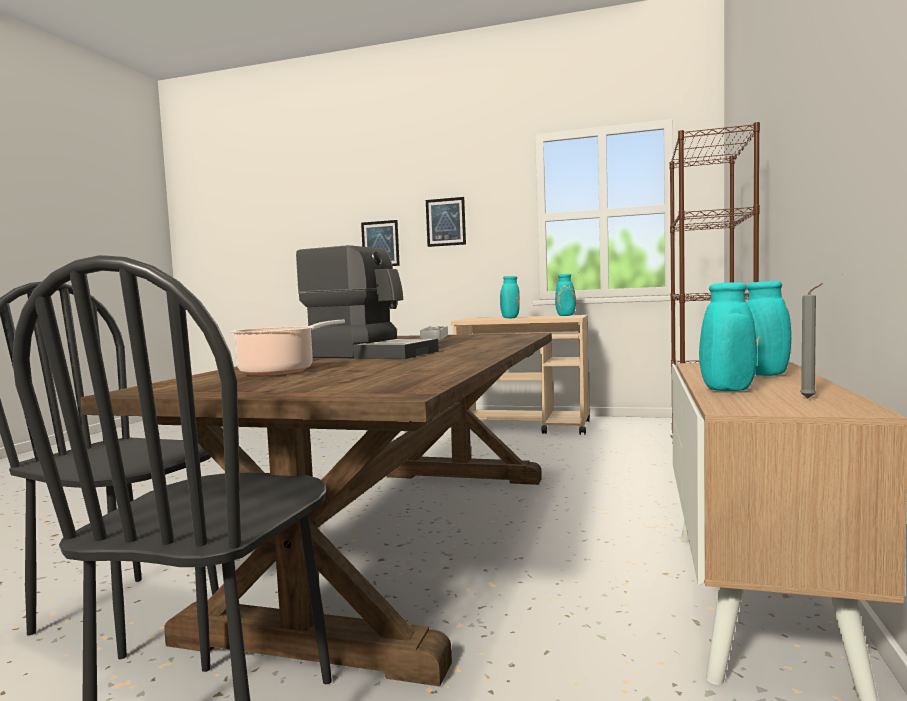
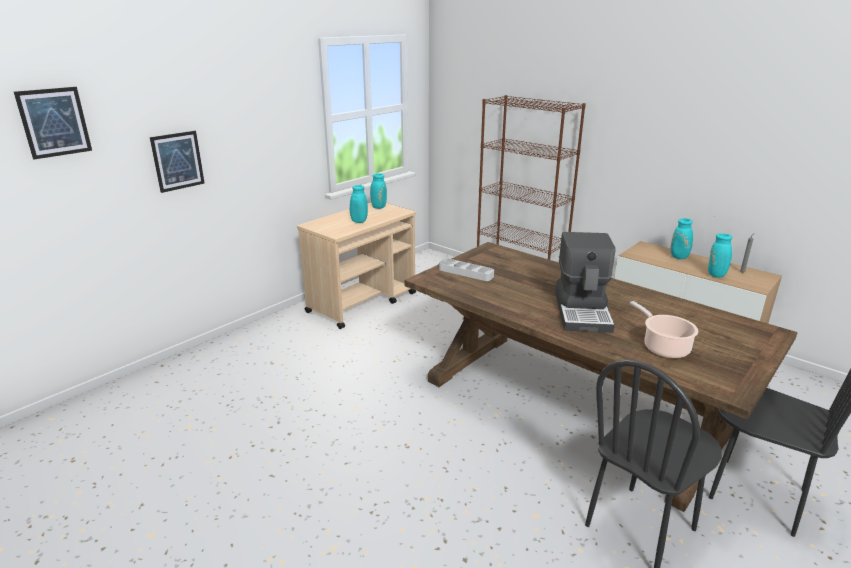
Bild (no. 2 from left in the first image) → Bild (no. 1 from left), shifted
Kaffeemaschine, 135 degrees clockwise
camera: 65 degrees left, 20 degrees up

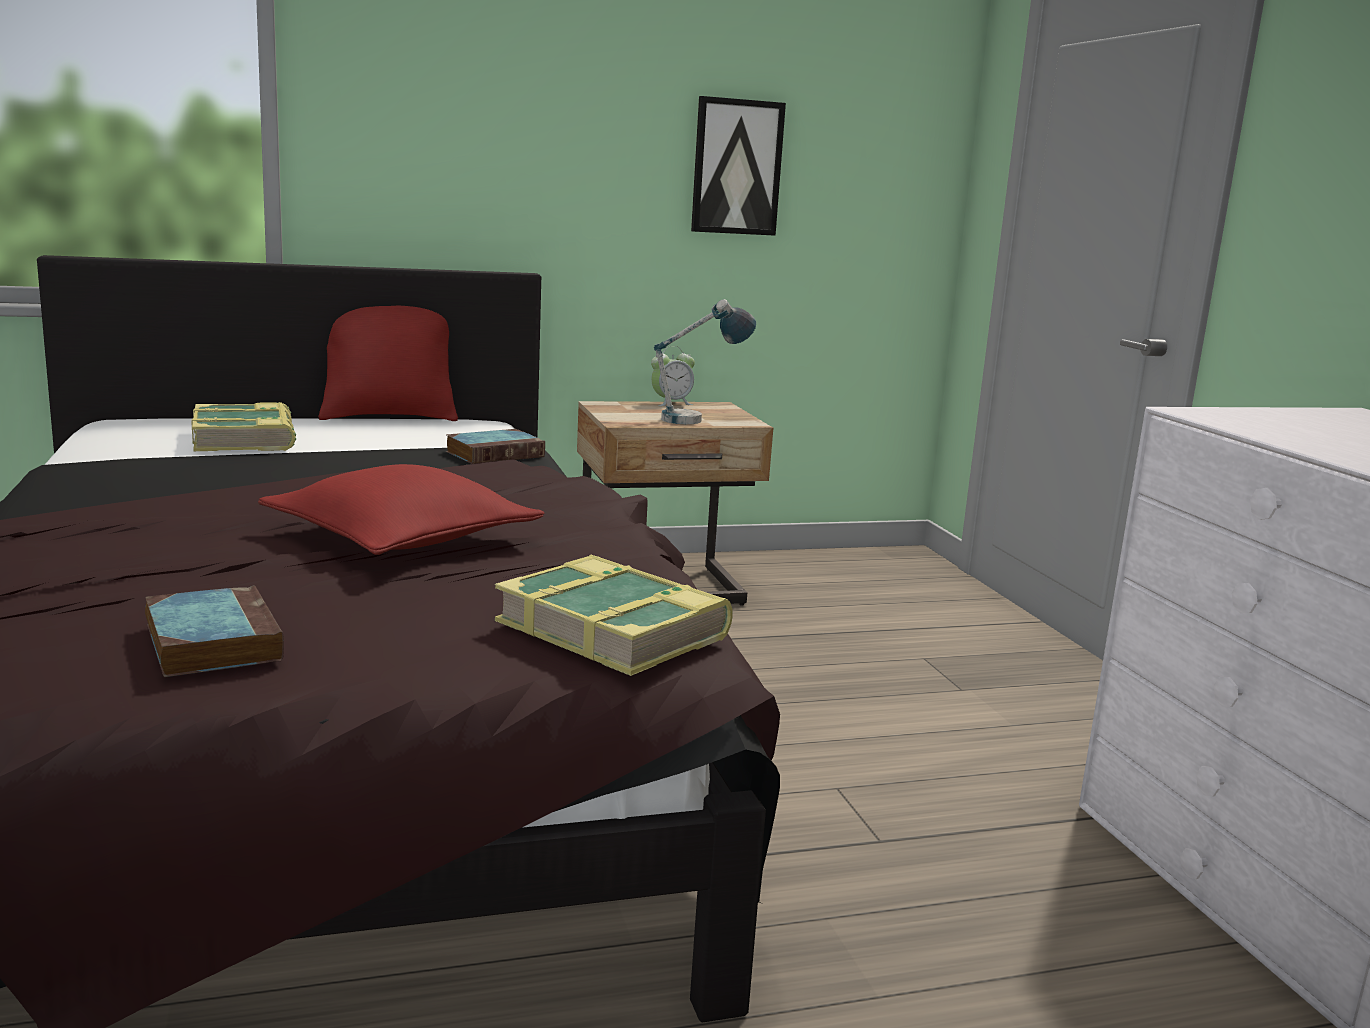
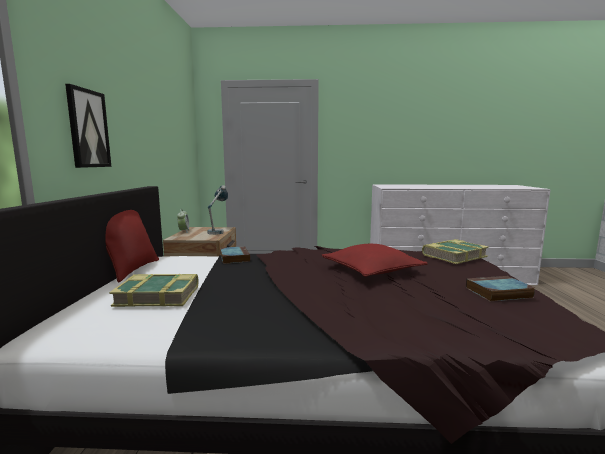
Bild, shifted
camera: 70 degrees left, 5 degrees down

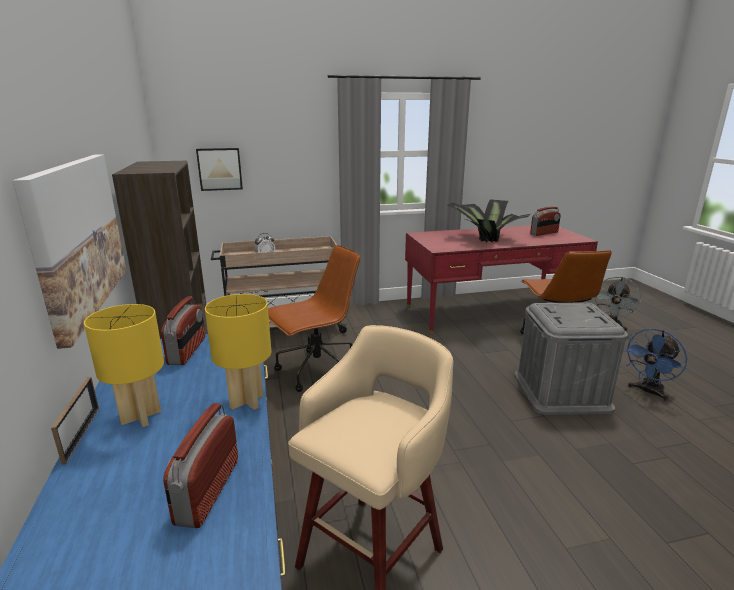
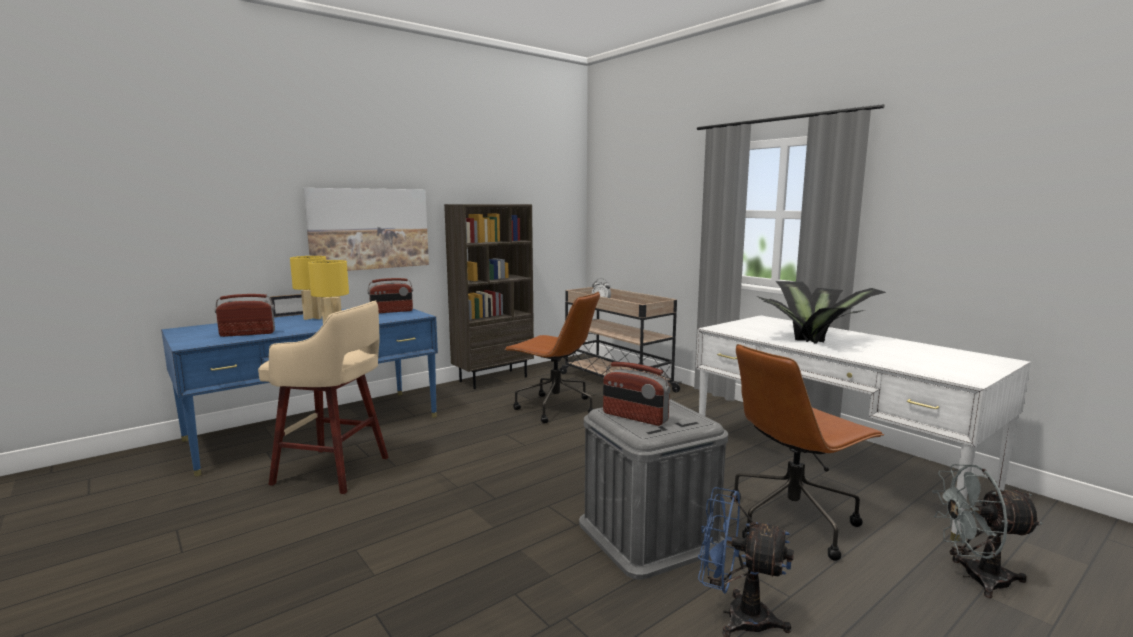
Bild (no. 2 from left) → -
Radio (no. 3 from left), shifted
Schreibtisch (rot) → Schreibtisch (weiß)
camera: 65 degrees right, 10 degrees down

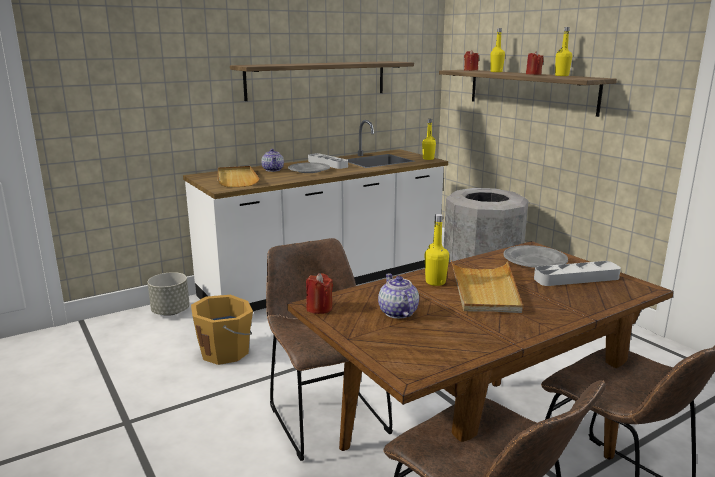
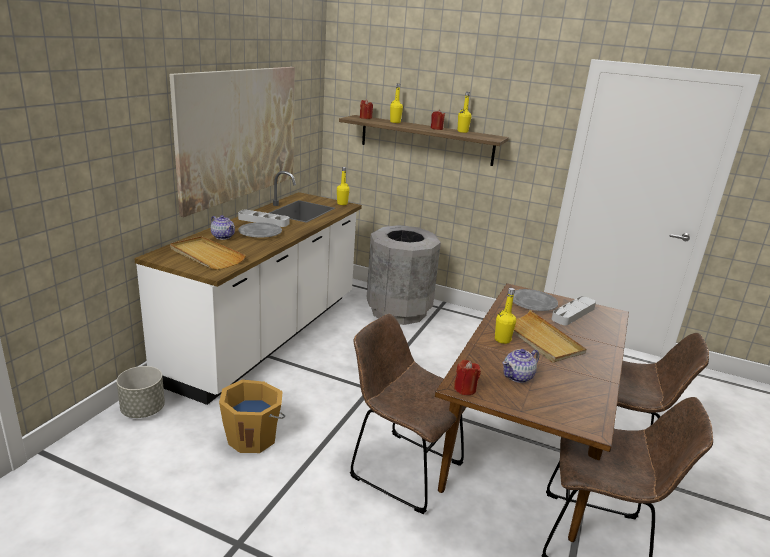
Wandregal (no. 1 from left) → Bild
Teekanne (no. 2 from left), 75 degrees counterclockwise
camera: 35 degrees left, 5 degrees up

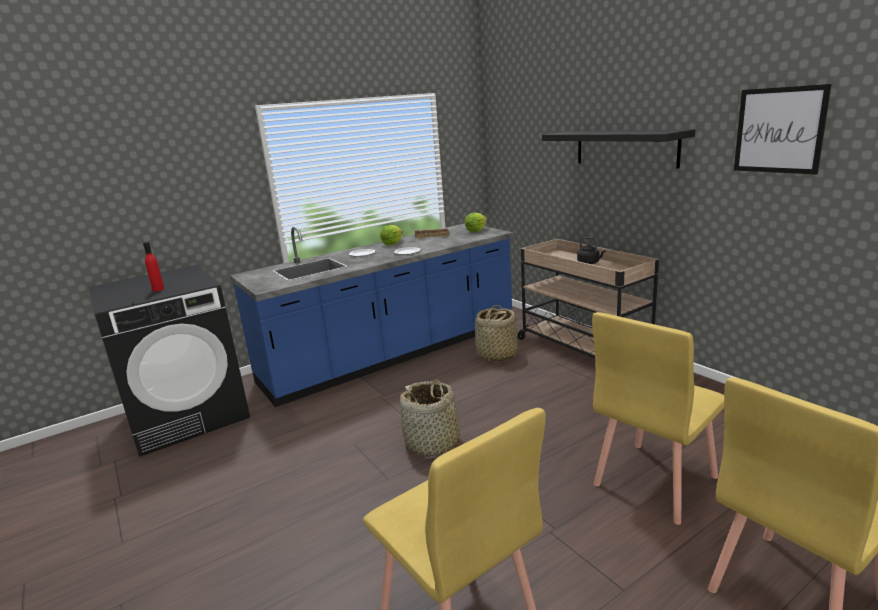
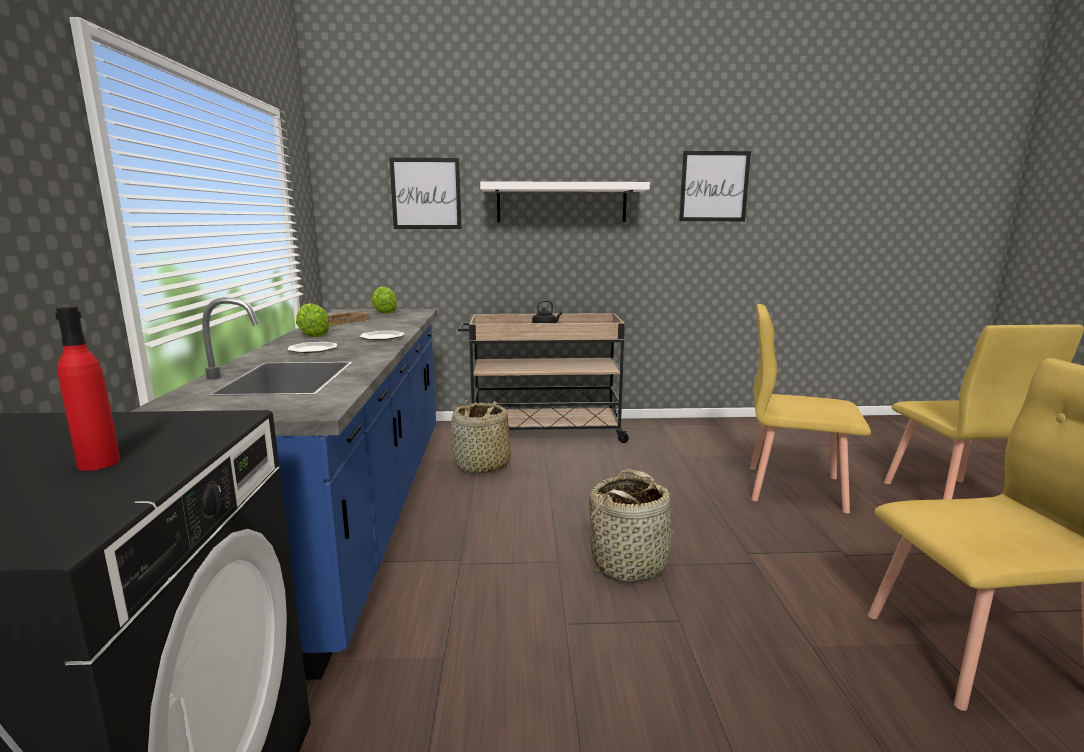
- → Bild (no. 1 from left)
Wandregal (schwarz) → Wandregal (weiß)
Stuhl (gelb) (no. 2 from left in the first image) → Stuhl (gelb) (no. 1 from left), 120 degrees clockwise
camera: 60 degrees left, 5 degrees down

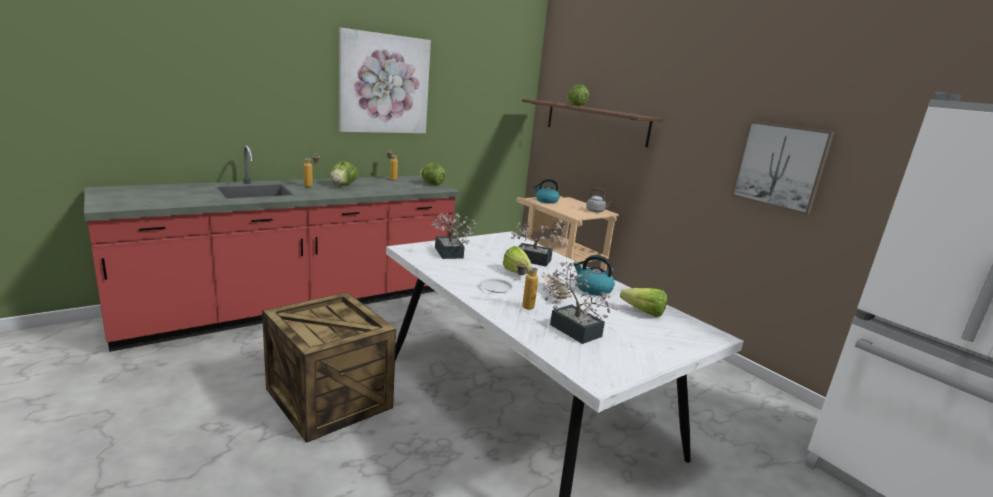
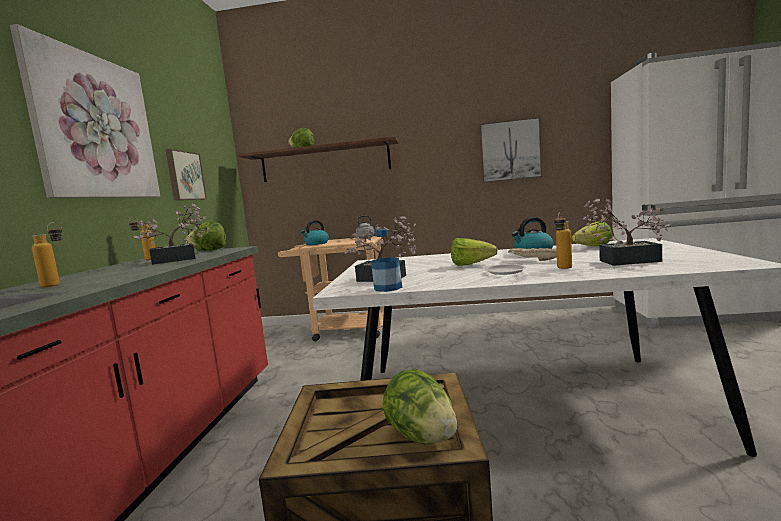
- → Bild (no. 2 from left)
- → Flasche (no. 3 from left)
Salatkopf (no. 1 from left in the first image) → Salatkopf (no. 3 from left), shifted
Topfpflanze (no. 2 from left in the first image) → Topfpflanze (no. 1 from left), shifted
camera: 45 degrees left, 10 degrees down

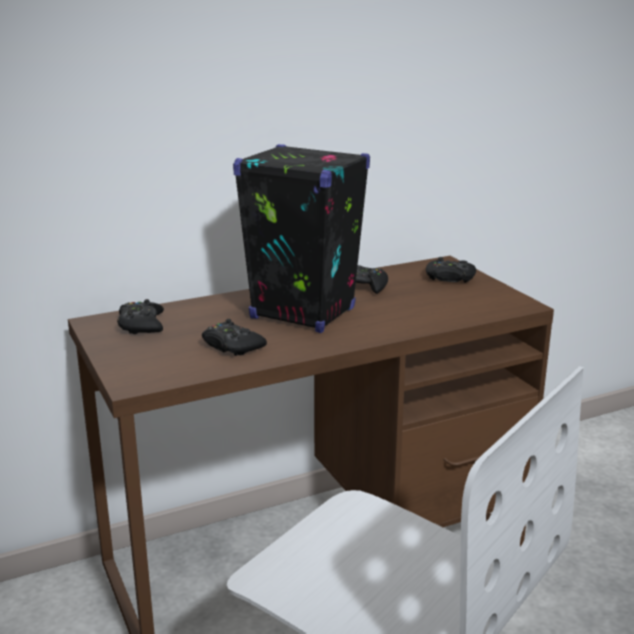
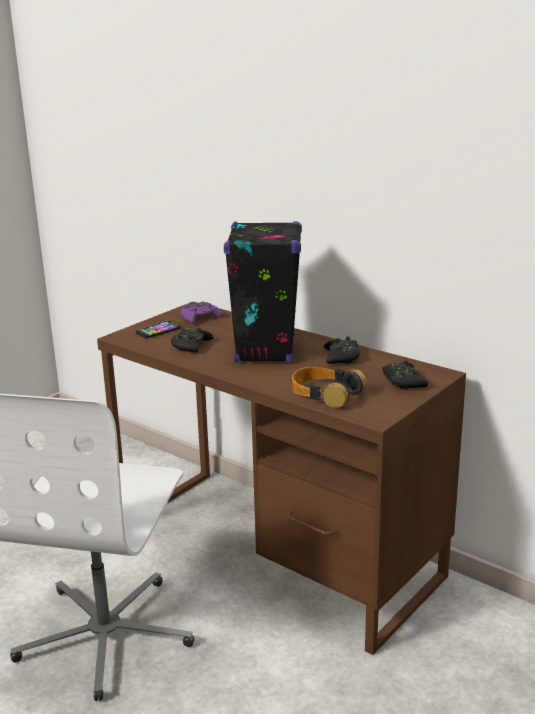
- → Handy
- → Kopfhörer
Gamepad (schwarz) (no. 1 from left) → Gamepad (lila)
camera: 65 degrees right, 0 degrees up

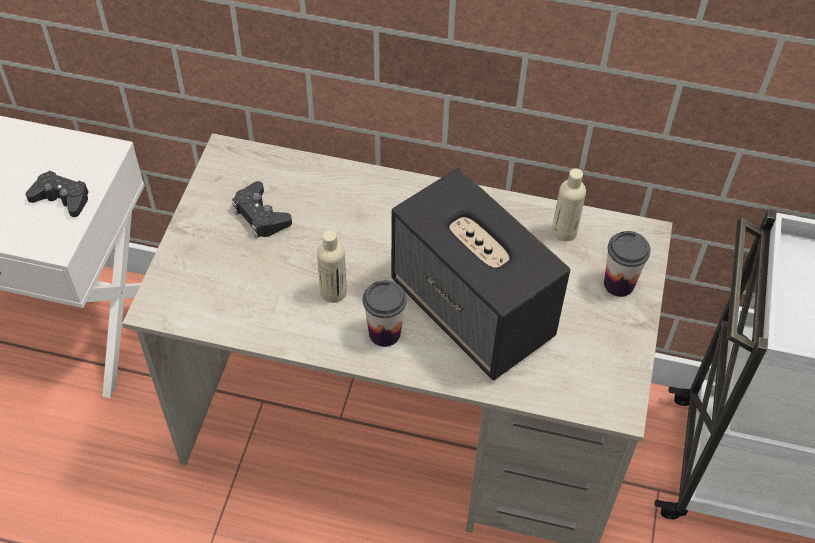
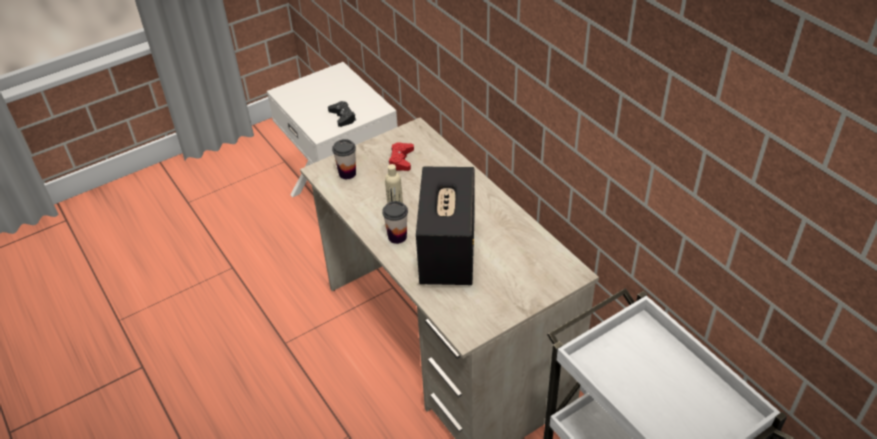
Flasche (beige) (no. 2 from left) → -
Tasse (no. 2 from left in the first image) → Tasse (no. 1 from left), shifted
Gamepad (schwarz) (no. 2 from left) → Gamepad (rot)
camera: 45 degrees right, 10 degrees down

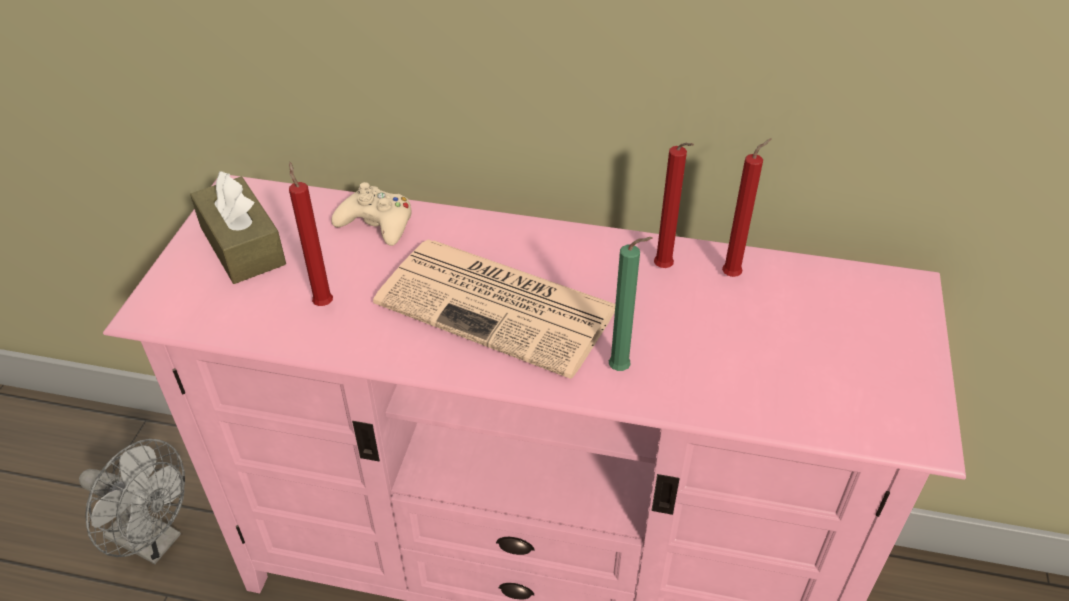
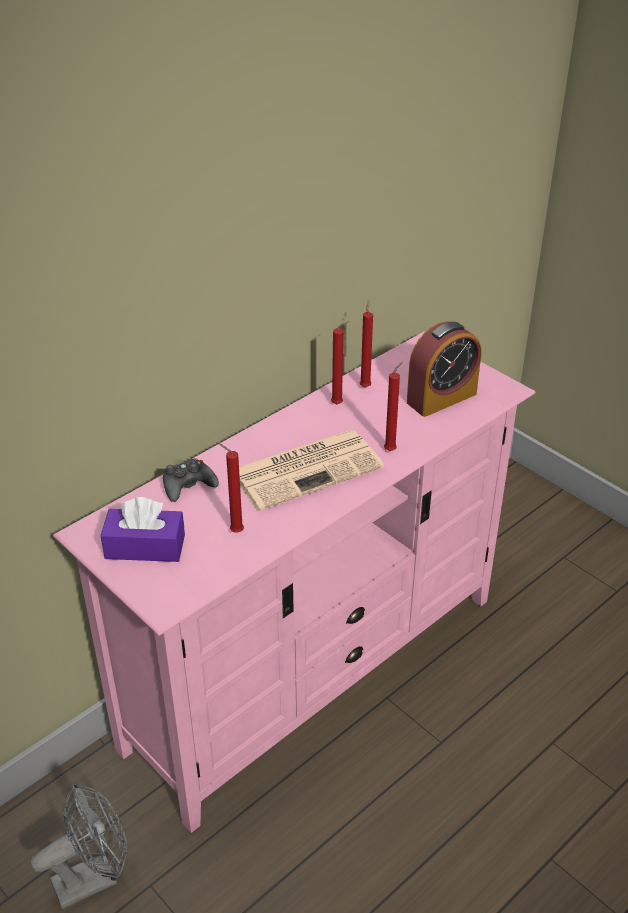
- → Wecker
Taschentuchbox (braun) → Taschentuchbox (lila)
Gamepad (beige) → Gamepad (schwarz)
Kerze (grün) → Kerze (rot) (no. 4 from left)
camera: 55 degrees left, 5 degrees down

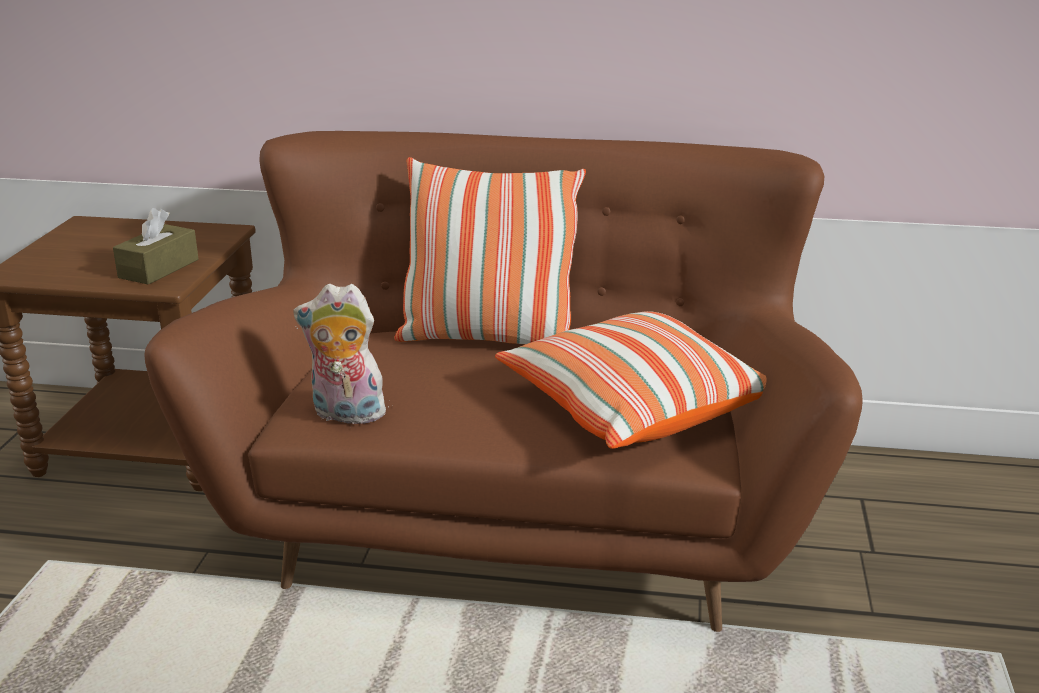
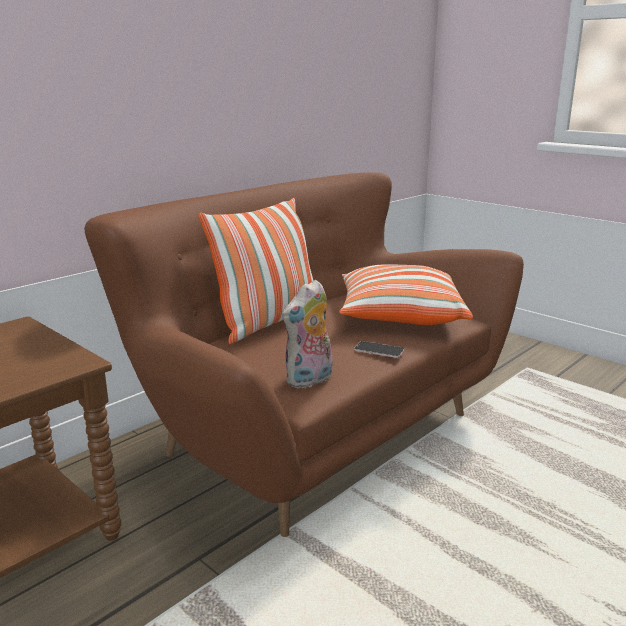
Taschentuchbox (braun) → -
- → Handy
camera: 55 degrees left, 5 degrees down

